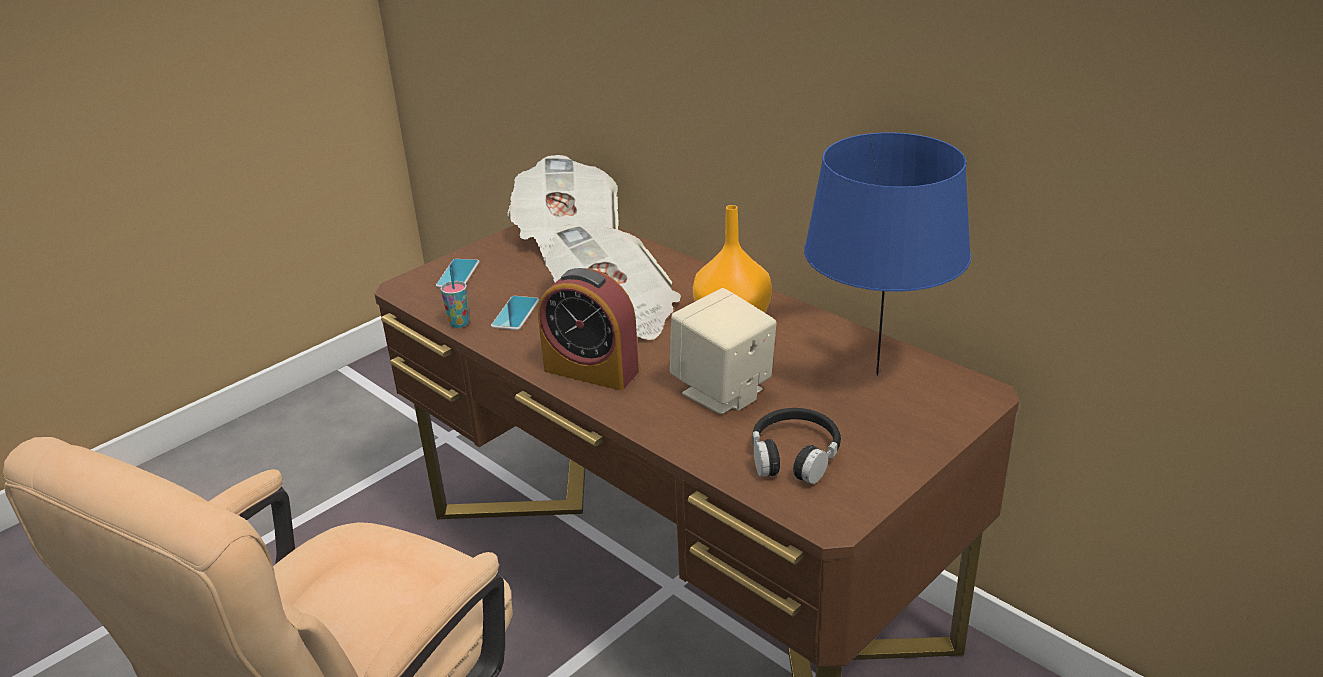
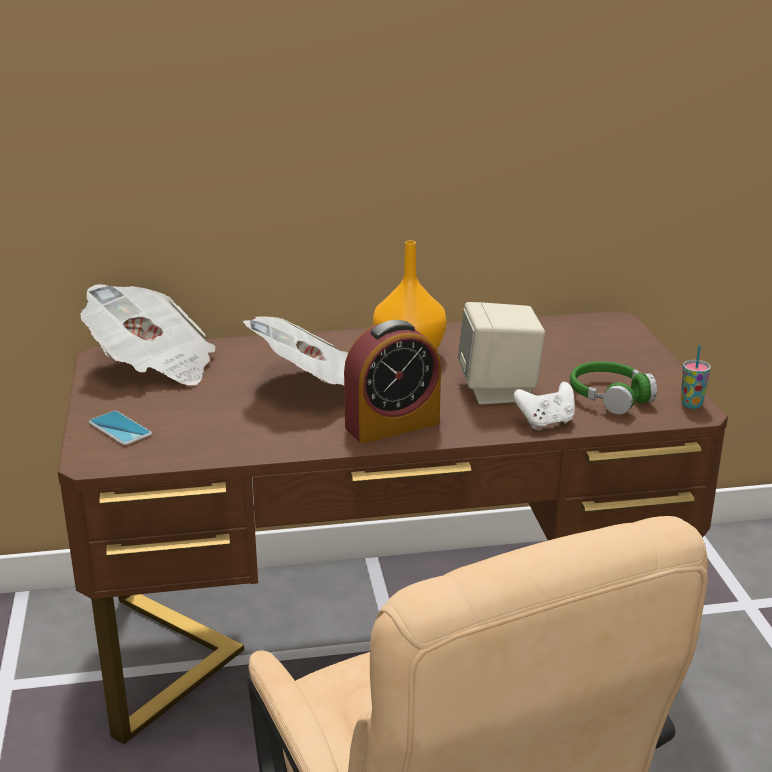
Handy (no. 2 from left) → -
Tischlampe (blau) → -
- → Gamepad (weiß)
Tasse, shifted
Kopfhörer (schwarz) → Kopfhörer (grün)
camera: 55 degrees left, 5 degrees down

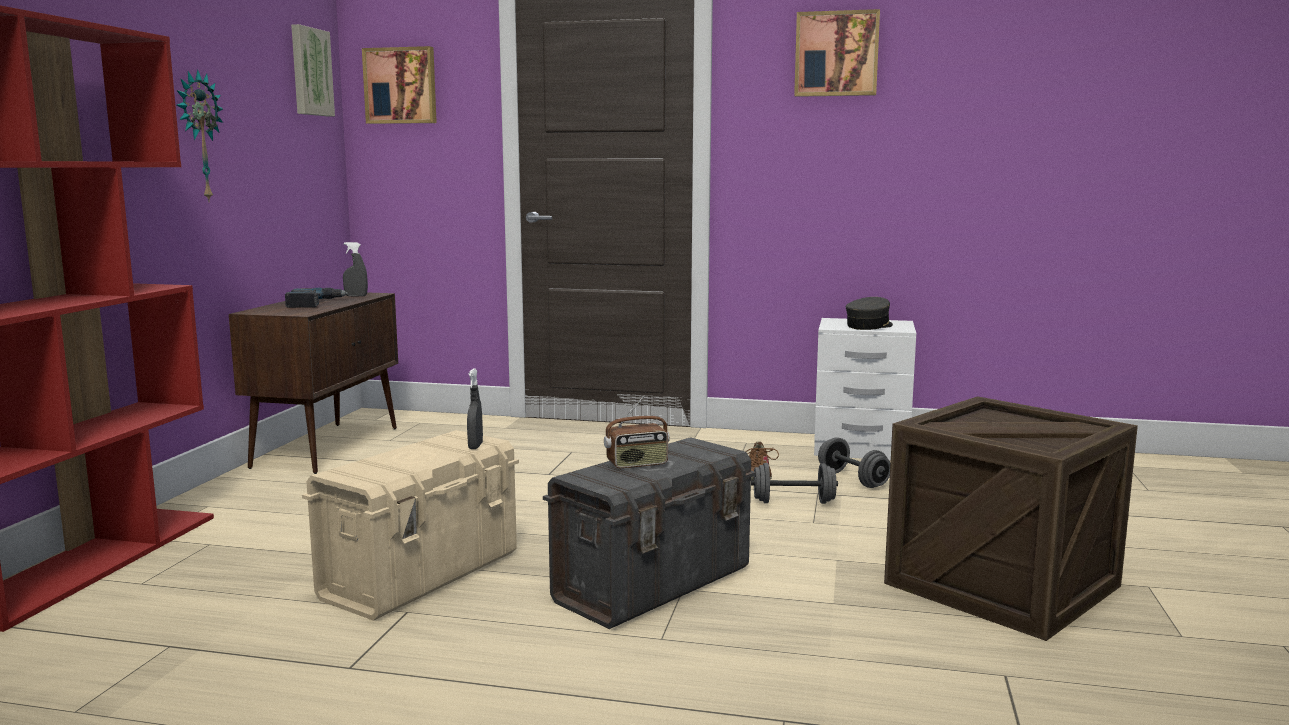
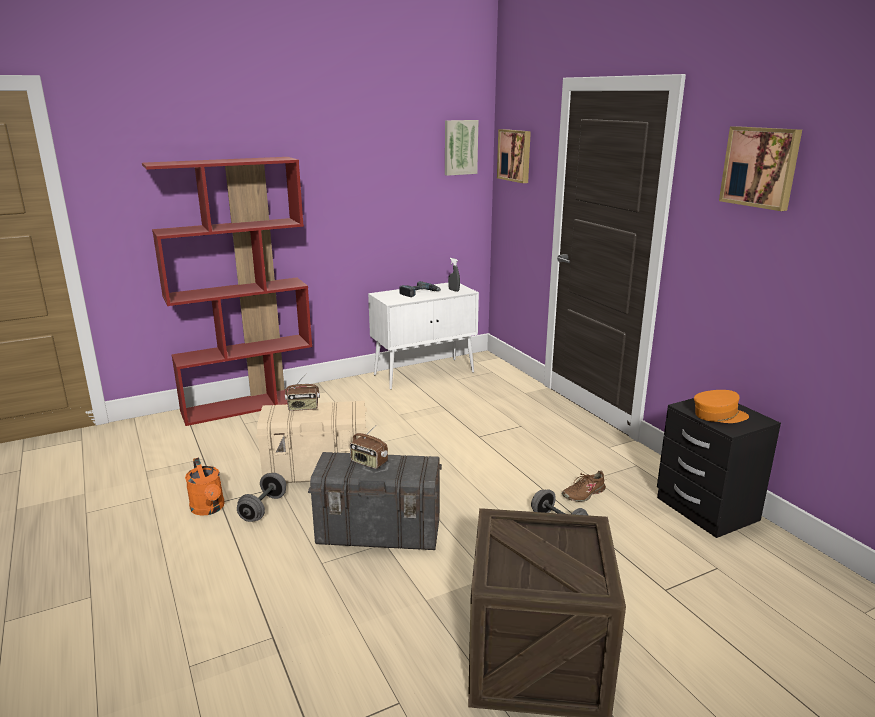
Wanduhr → -
Sprühflasche (grau) (no. 2 from left) → -
- → Gießkanne (orange)
- → Radio (no. 1 from left)
Hantel (grau) (no. 2 from left in the first image) → Hantel (grau) (no. 1 from left), shifted
Schrank (braun) → Schrank (weiß)
Nachttisch (weiß) → Nachttisch (schwarz)
Kappe (grau) → Kappe (orange)
camera: 50 degrees right, 10 degrees up

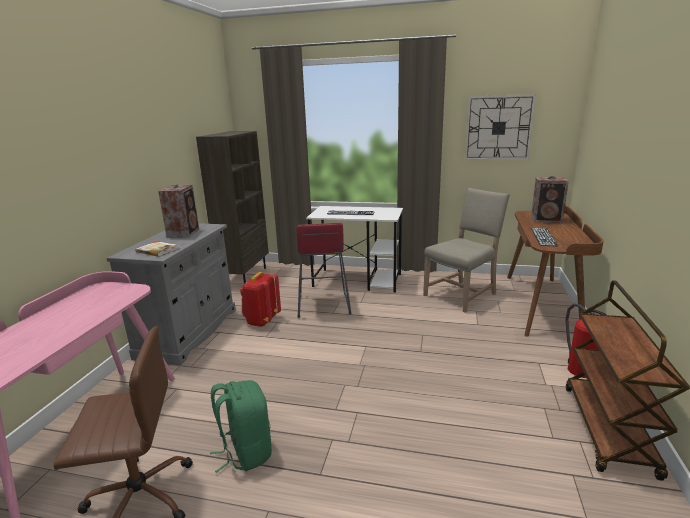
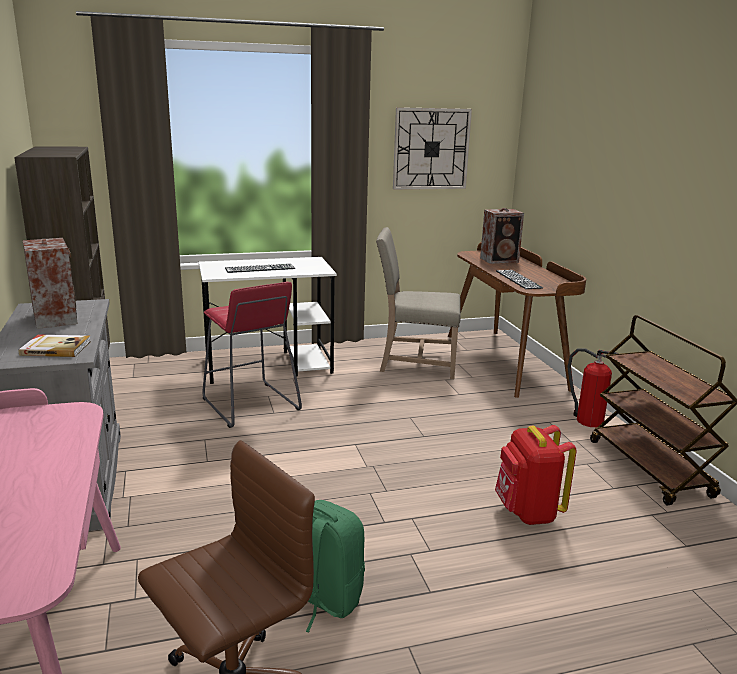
Rucksack (rot), shifted
Stuhl (beige), 105 degrees counterclockwise
camera: 30 degrees left, 0 degrees up

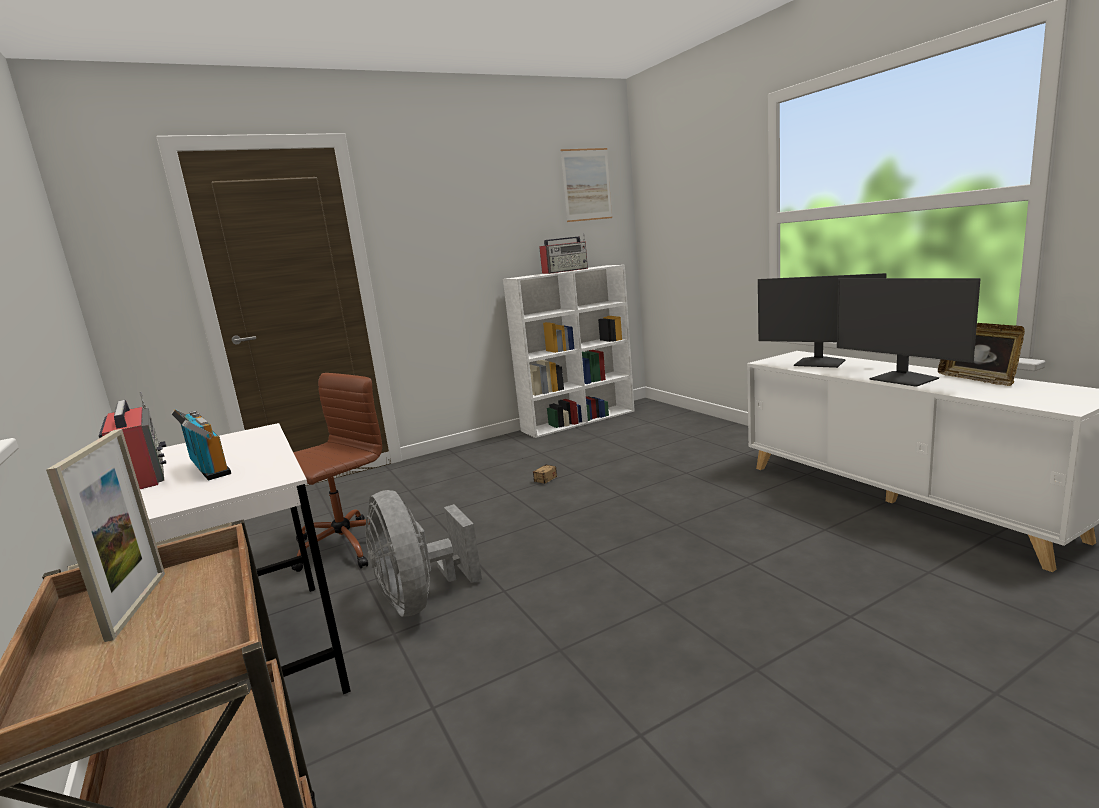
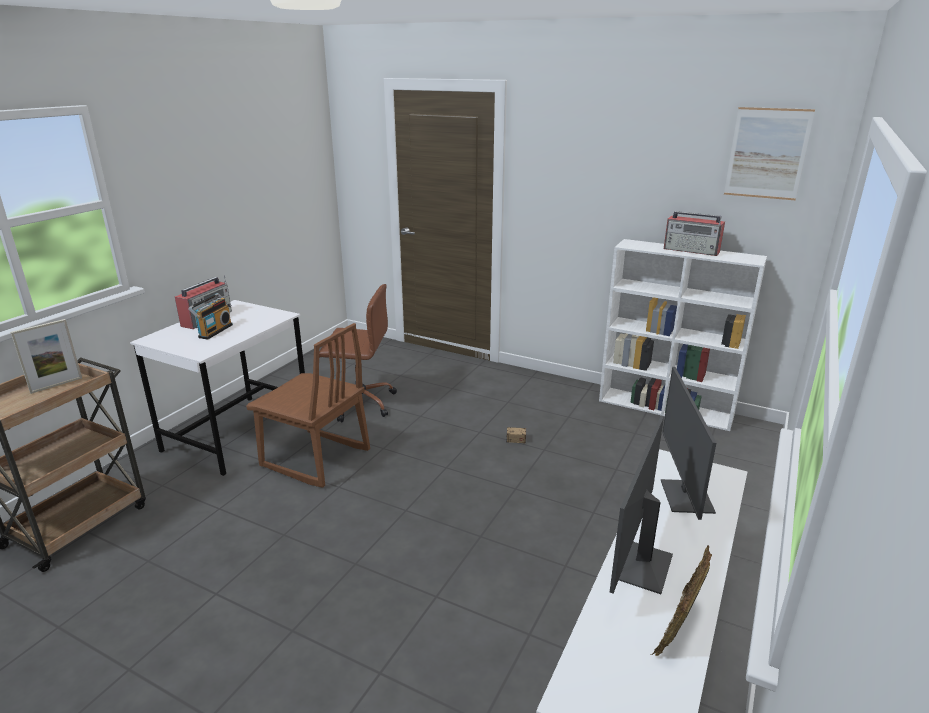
Ventilator (grau) → Stuhl (braun)
camera: 55 degrees right, 10 degrees up

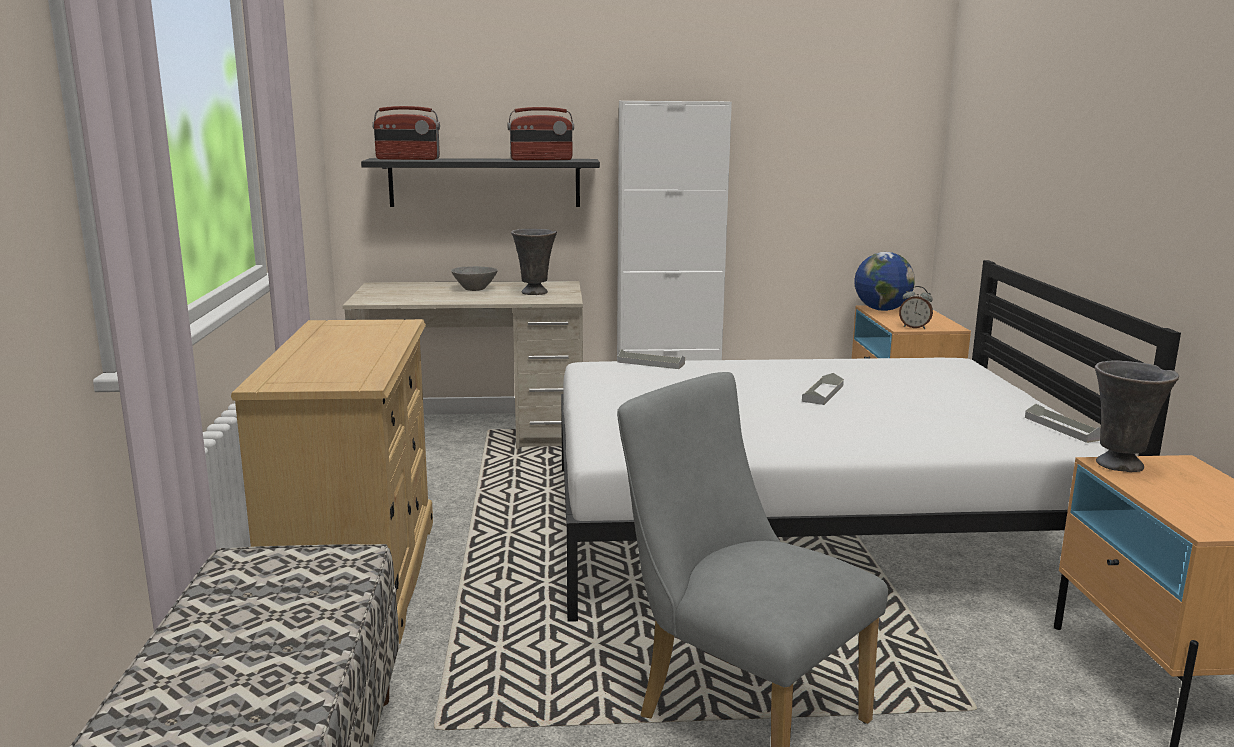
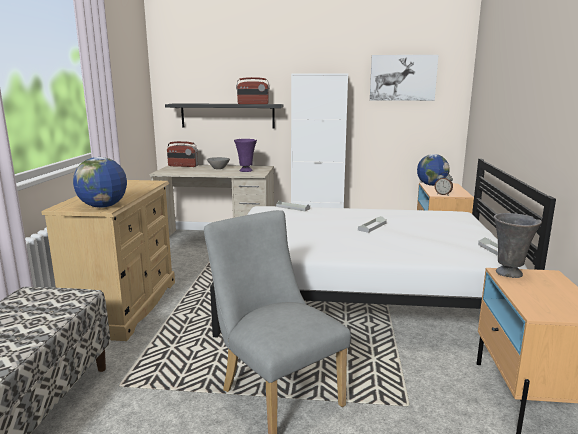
- → Globus (no. 1 from left)
- → Bild
Radio (no. 1 from left), shifted
Vase (grau) (no. 1 from left) → Vase (lila)
camera: 10 degrees right, 0 degrees up

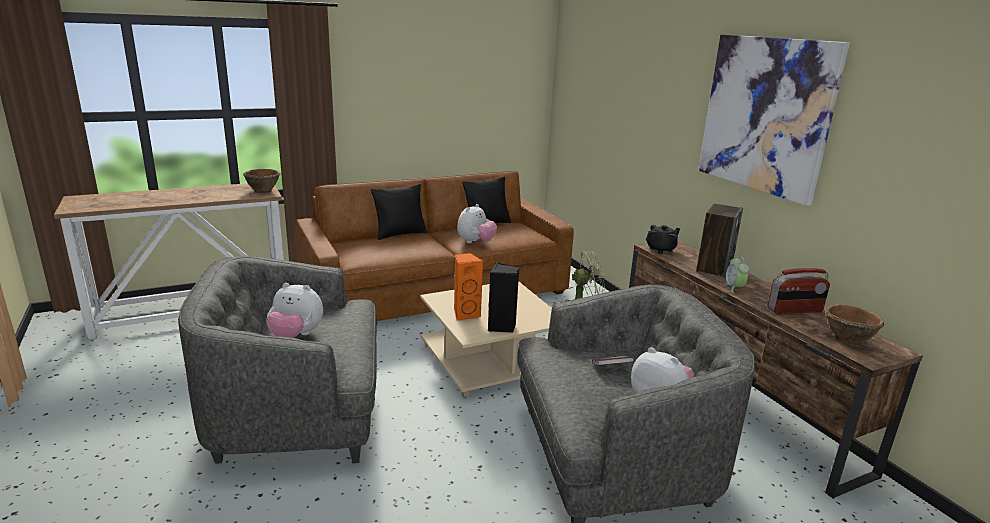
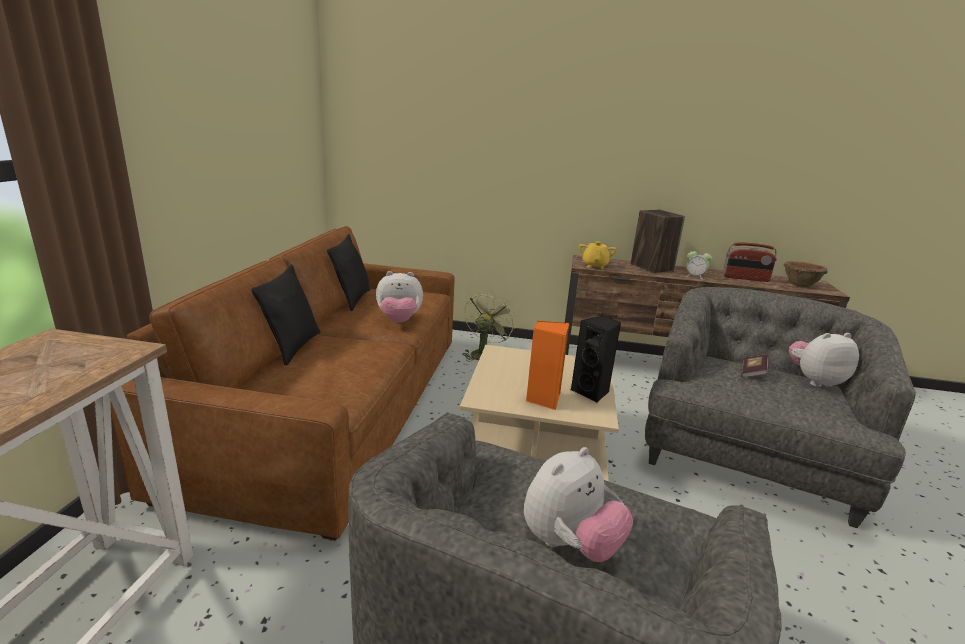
Schüssel (braun) (no. 1 from left) → -
Bild → -
Teekanne (schwarz) → Teekanne (gelb)
Plüschtier (no. 2 from left in the first image) → Plüschtier (no. 1 from left), 105 degrees clockwise
Radio, 75 degrees clockwise
camera: 55 degrees left, 0 degrees up

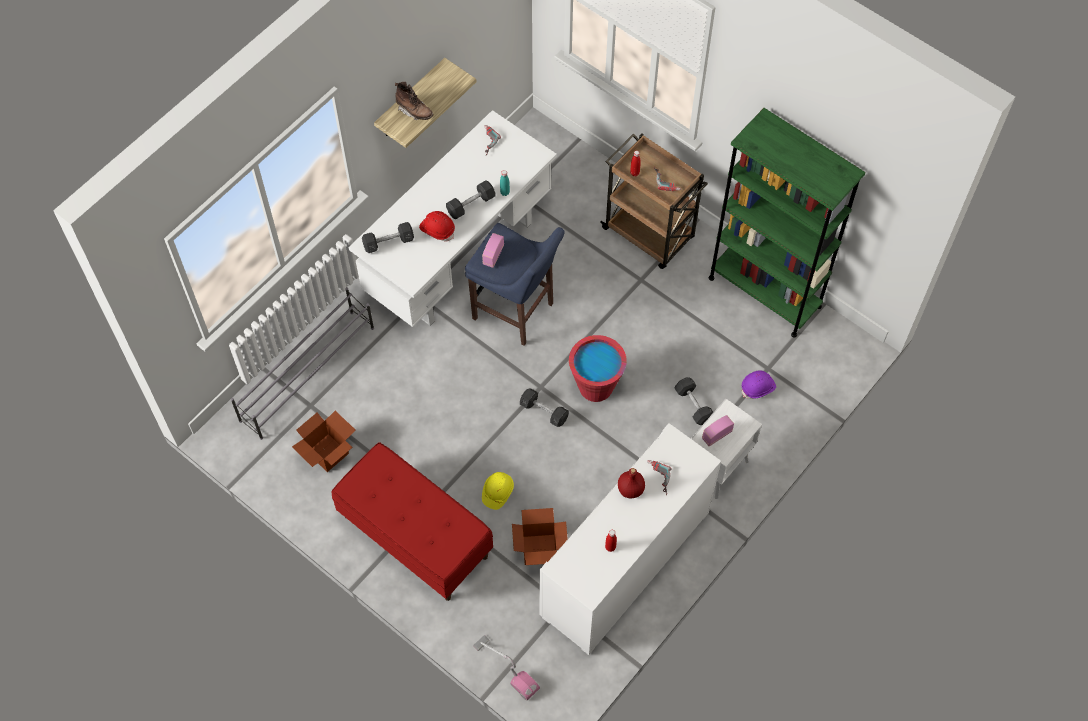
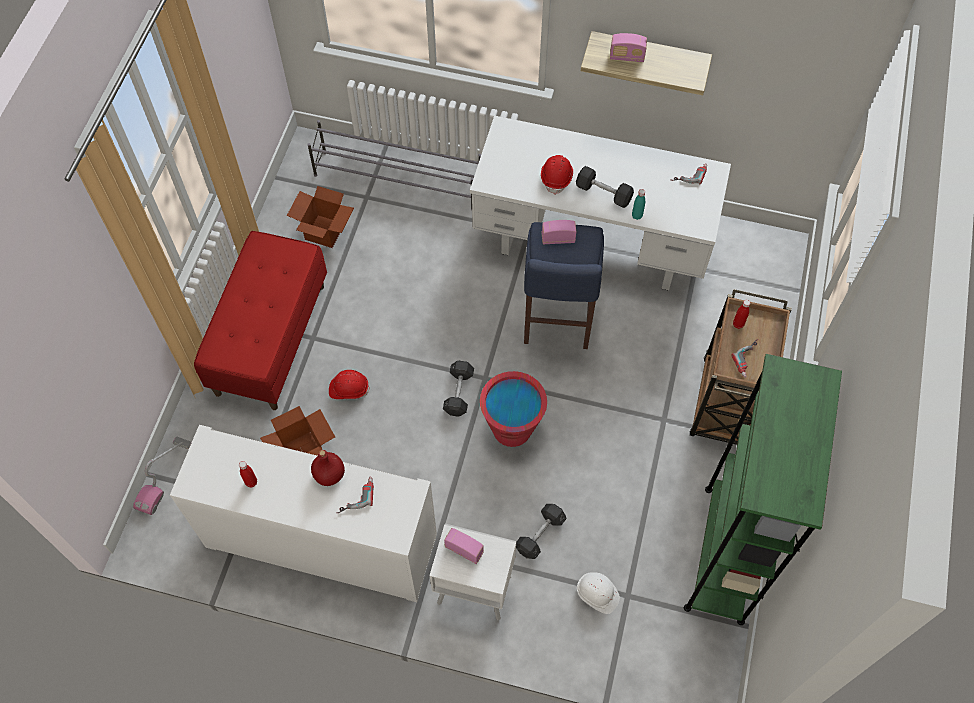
Hantel (grau) (no. 1 from left) → -
Stiefel (braun) → Radio (no. 3 from left)
Schutzhelm (gelb) → Schutzhelm (rot) (no. 1 from left)
Schutzhelm (lila) → Schutzhelm (weiß)
camera: 65 degrees right, 0 degrees up

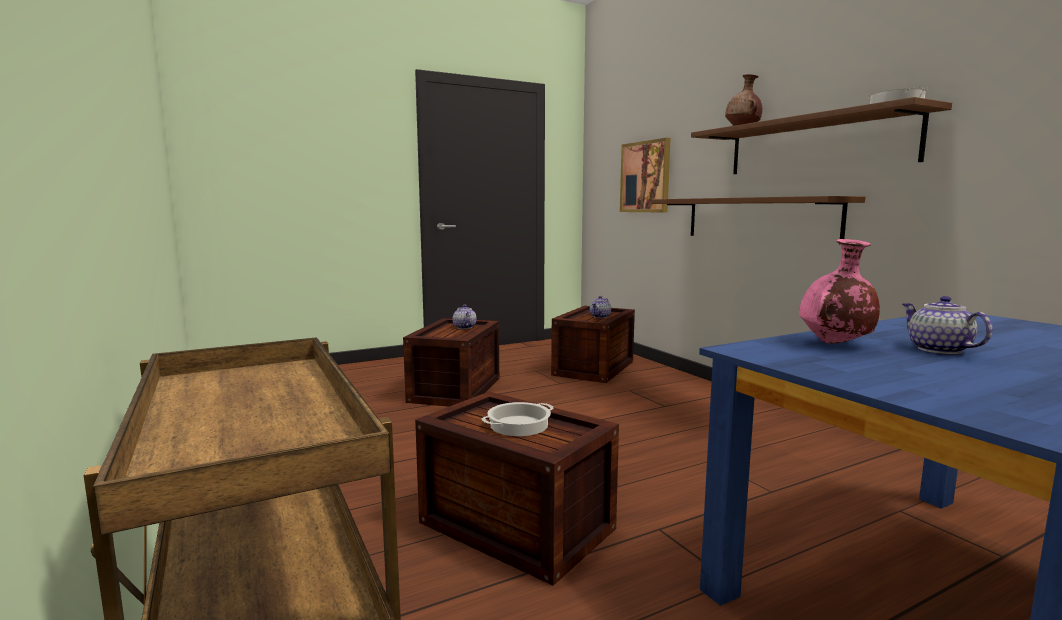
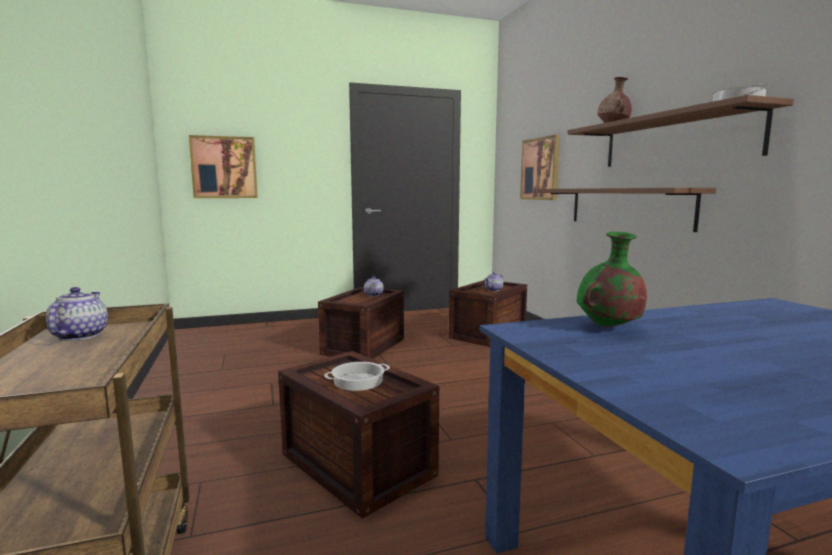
- → Bild (no. 1 from left)
Teekanne (no. 3 from left in the first image) → Teekanne (no. 1 from left), shifted
Vase (rosa) → Vase (grün)
camera: 10 degrees right, 0 degrees up

